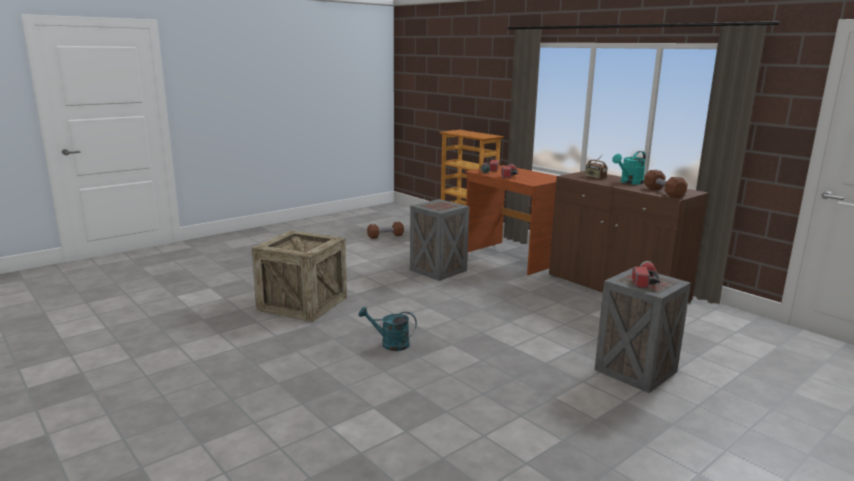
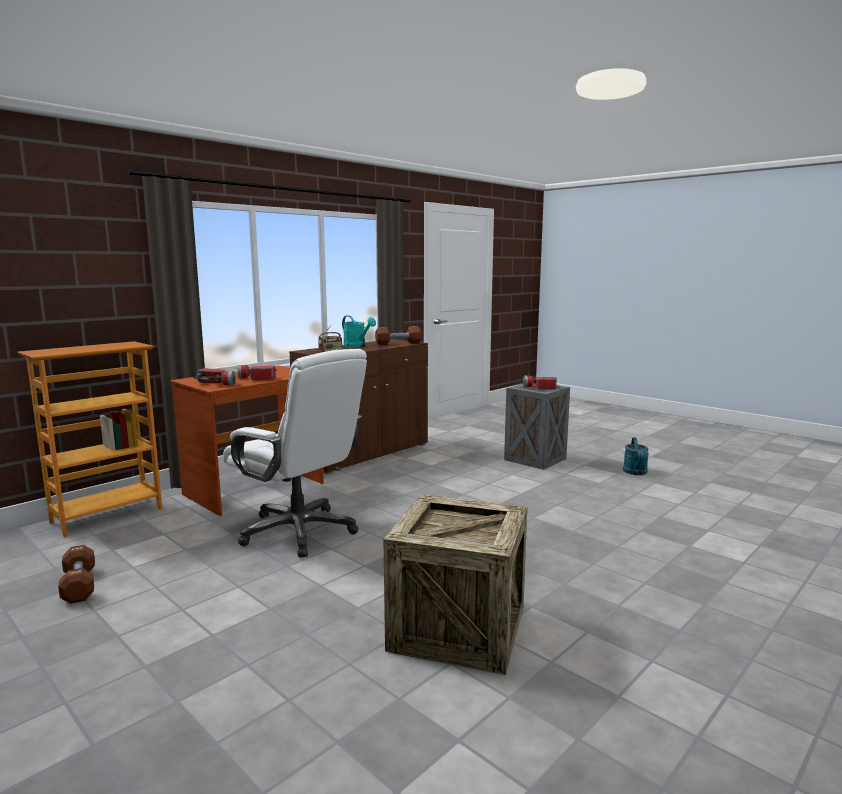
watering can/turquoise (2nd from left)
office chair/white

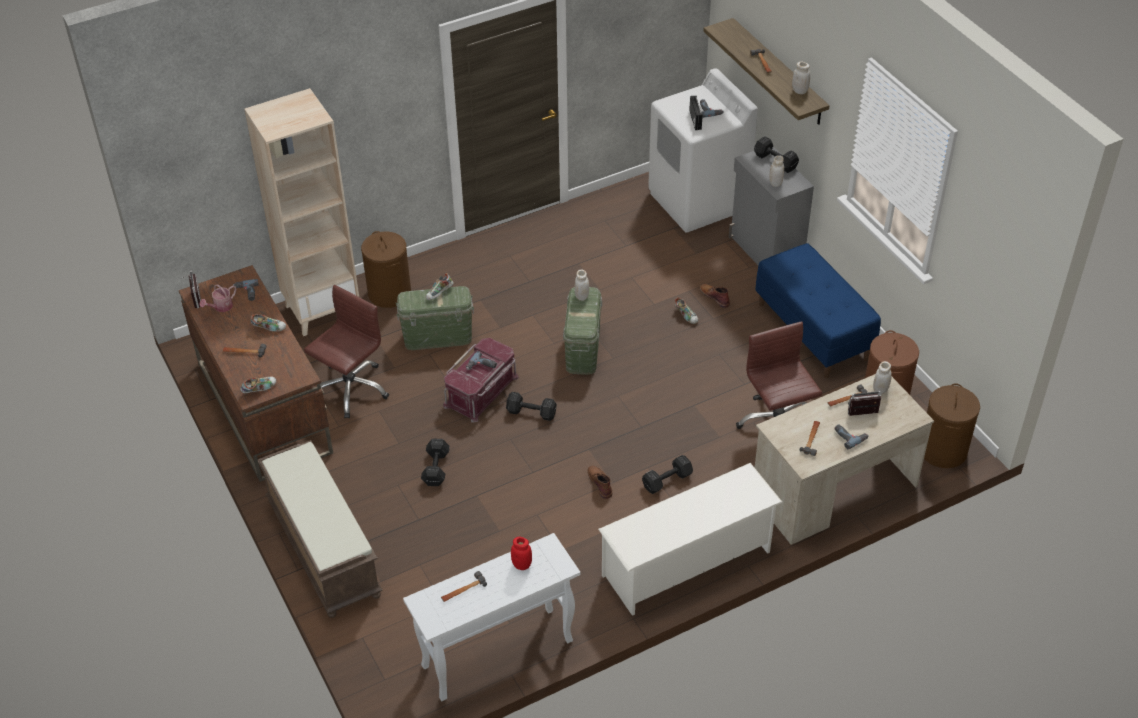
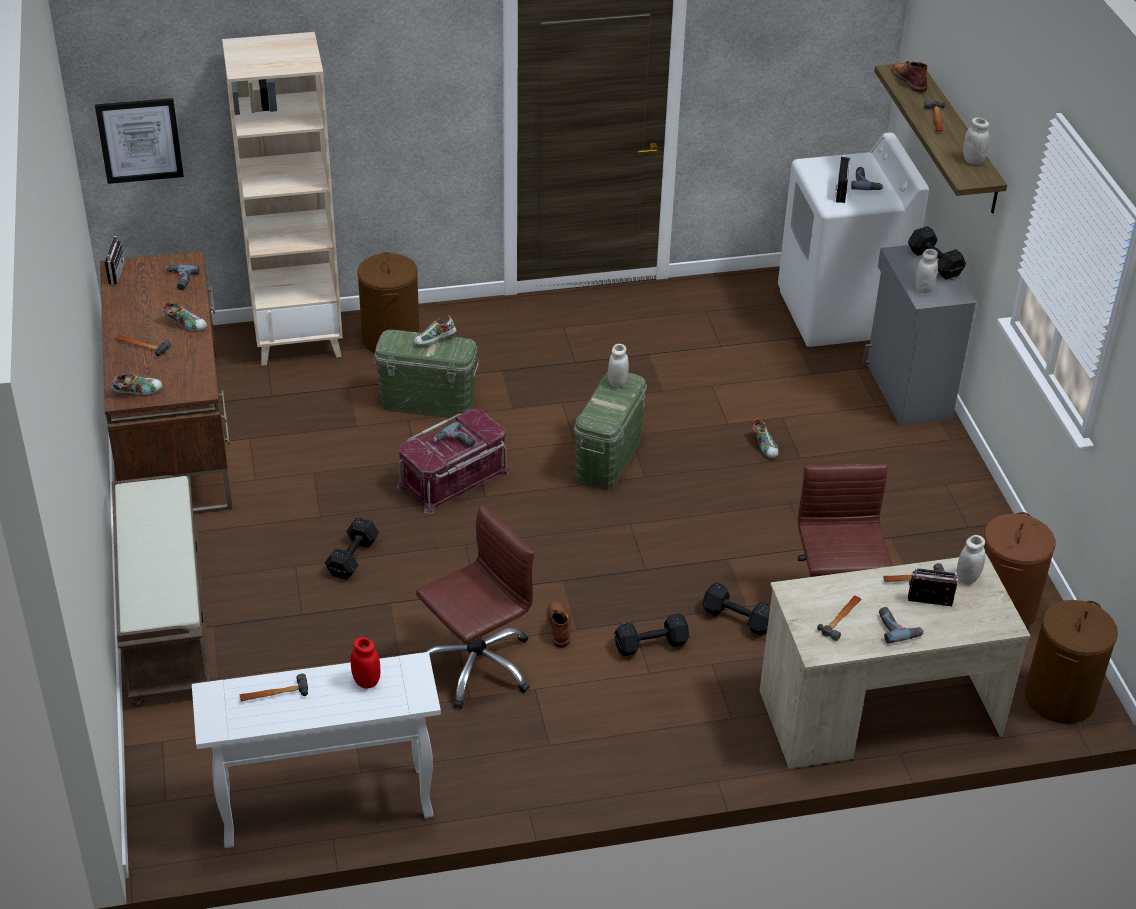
watering can
shoe rack/white
bench/blue
picture
office chair/brown (1st from left)
dumbbell/black (3rd from left)
boot/brown (2nd from left)

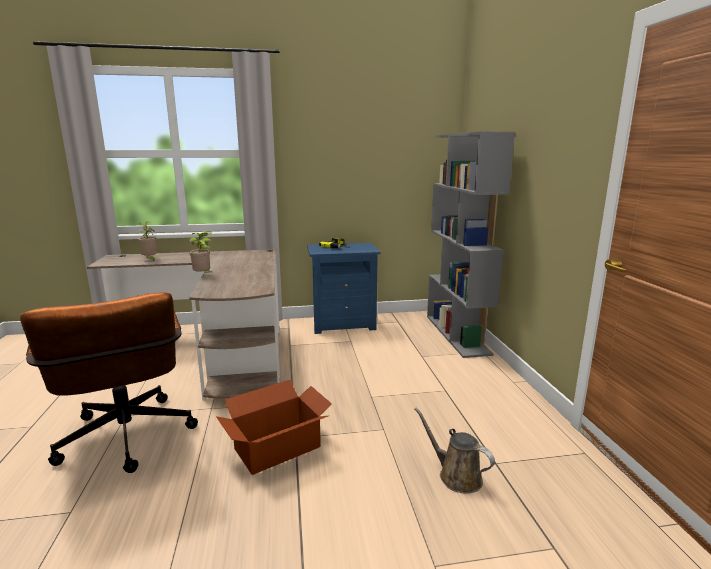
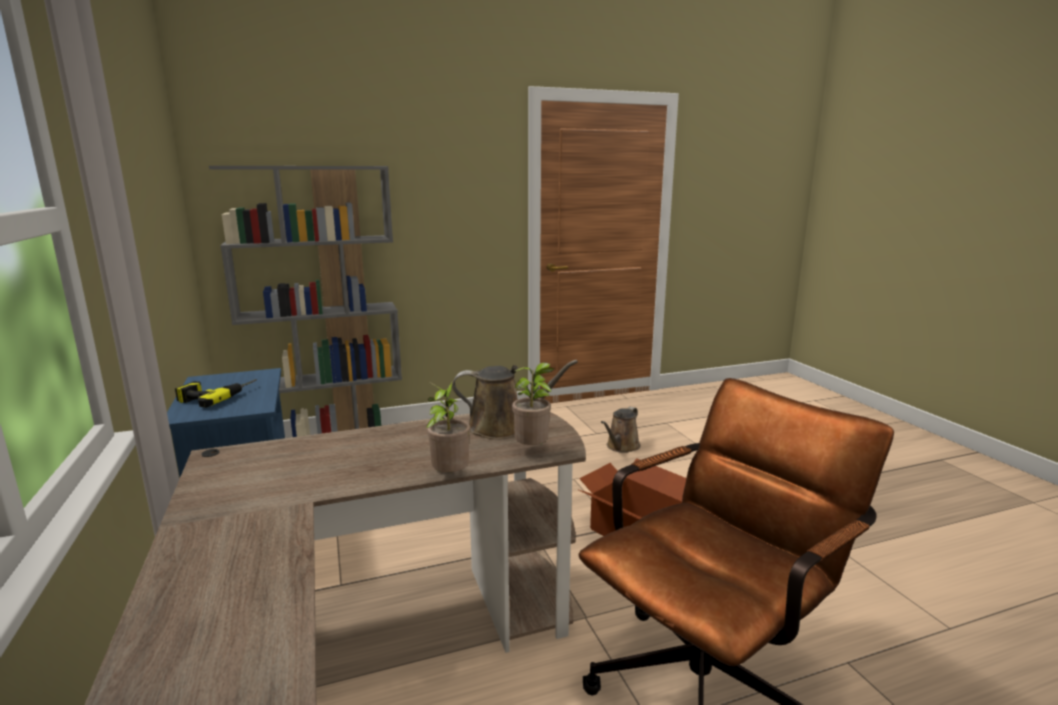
watering can/brown (1st from left)
potted plant (2nd from left)

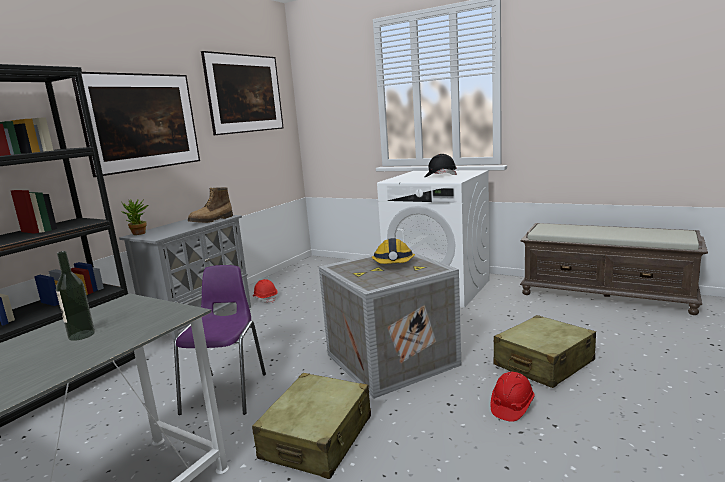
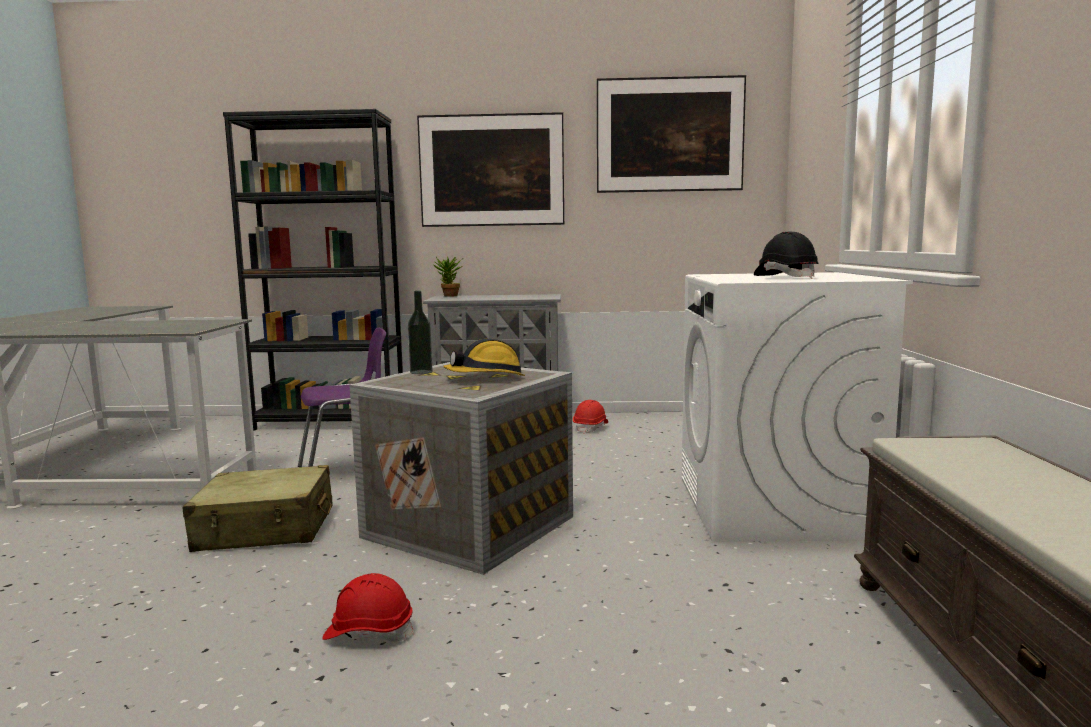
boot
suitcase/beige (2nd from left in the first image)
bottle

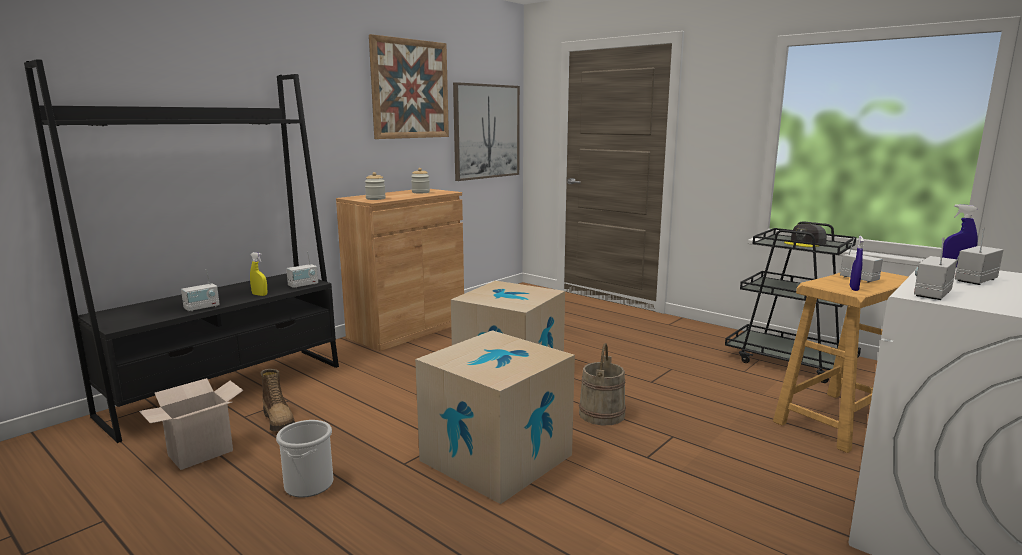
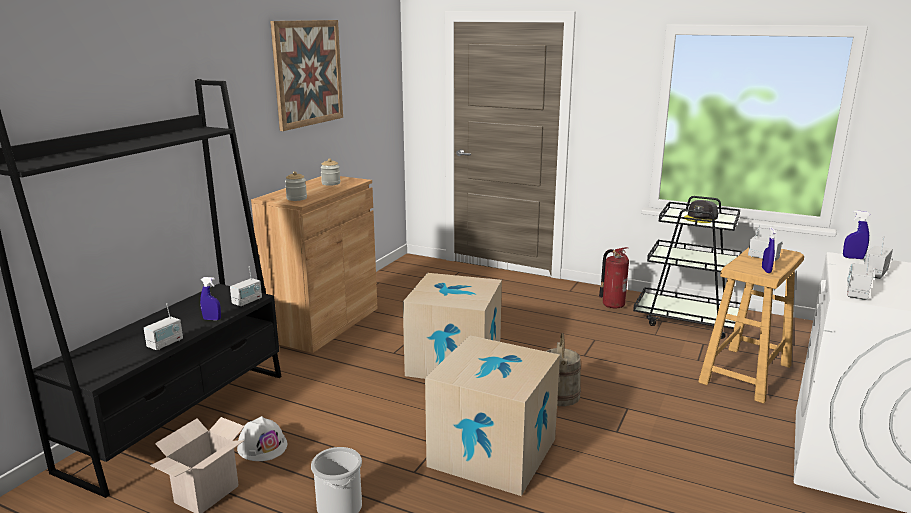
picture (2nd from left in the first image)
fire extinguisher
hard hat/white
spray bottle/blue (1st from left)

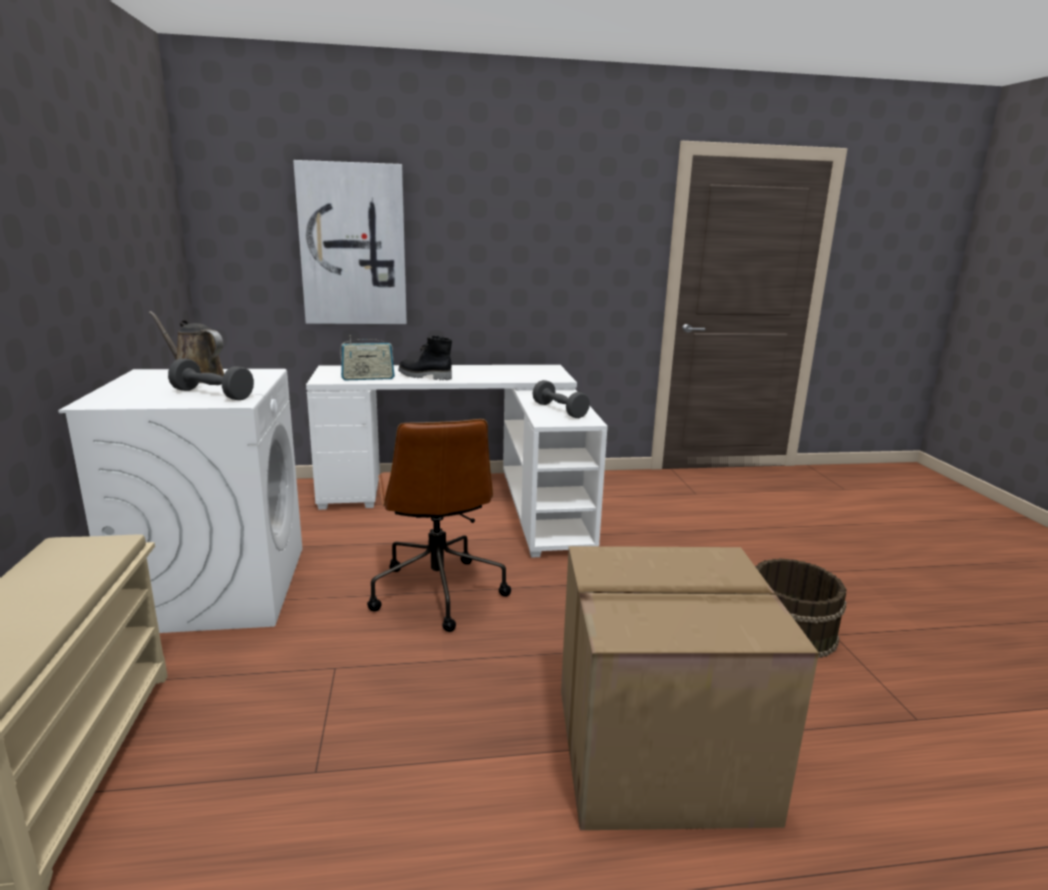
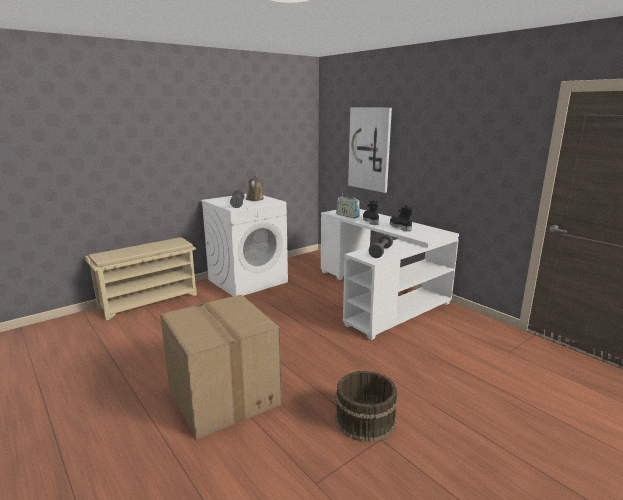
office chair/brown
boot/black (2nd from left)

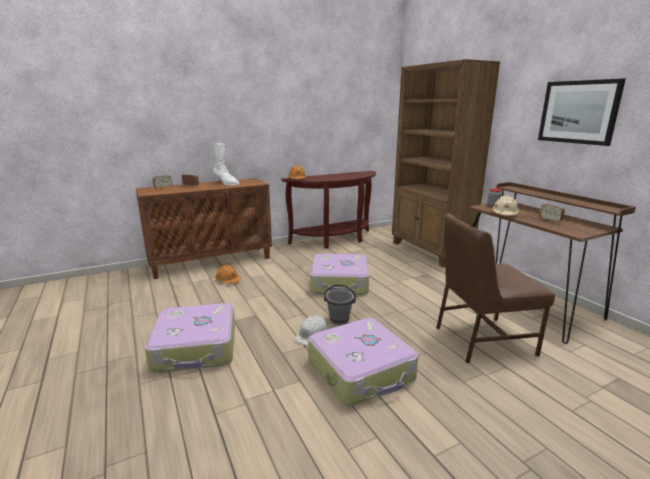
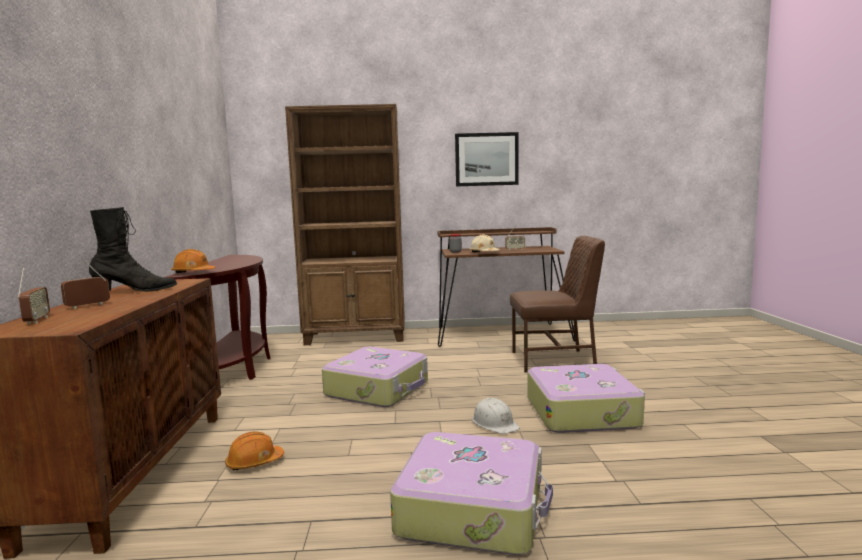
bucket/grey
boot/black
chair/brown

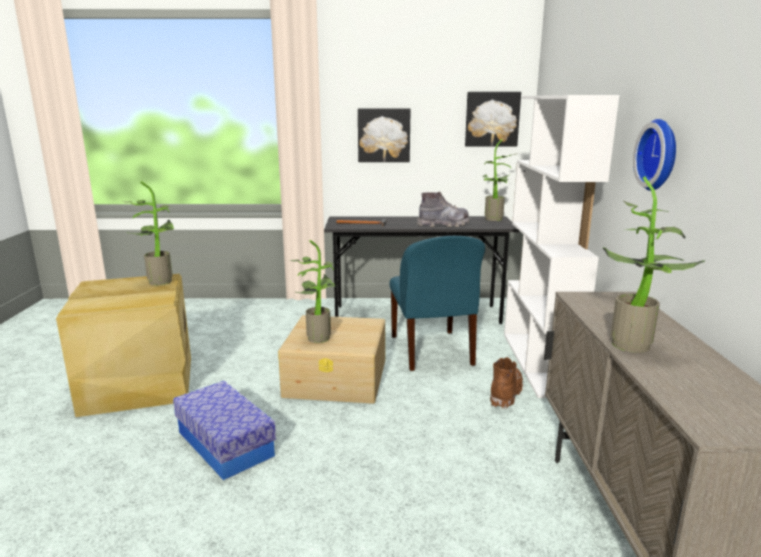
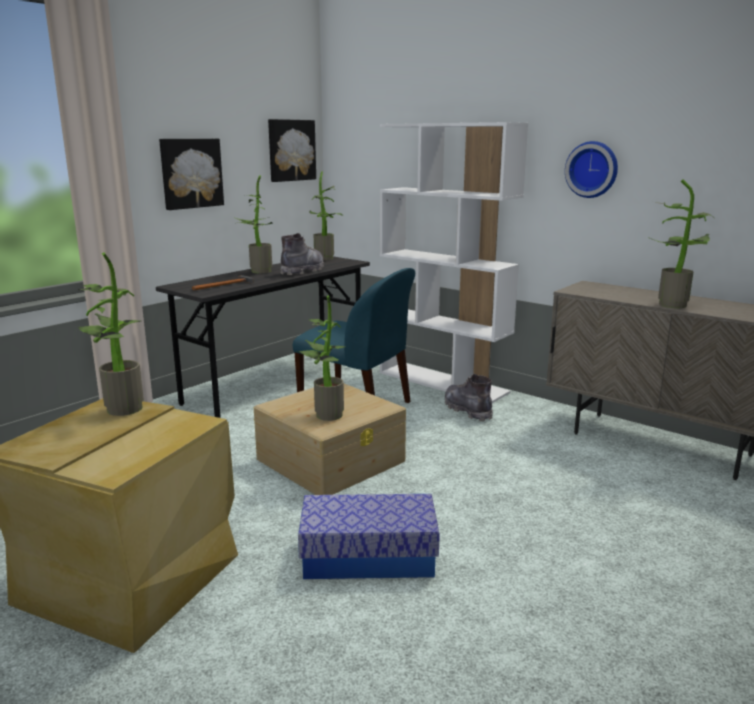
potted plant (2nd from left)
boot/grey (2nd from left)

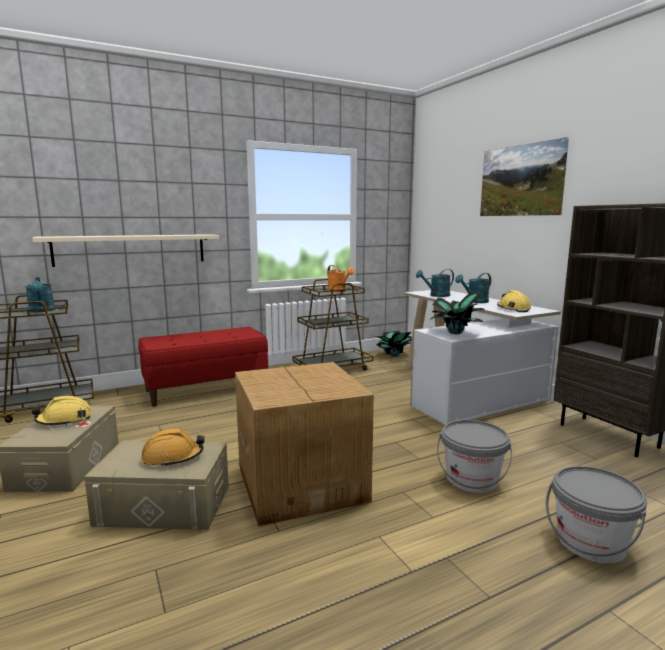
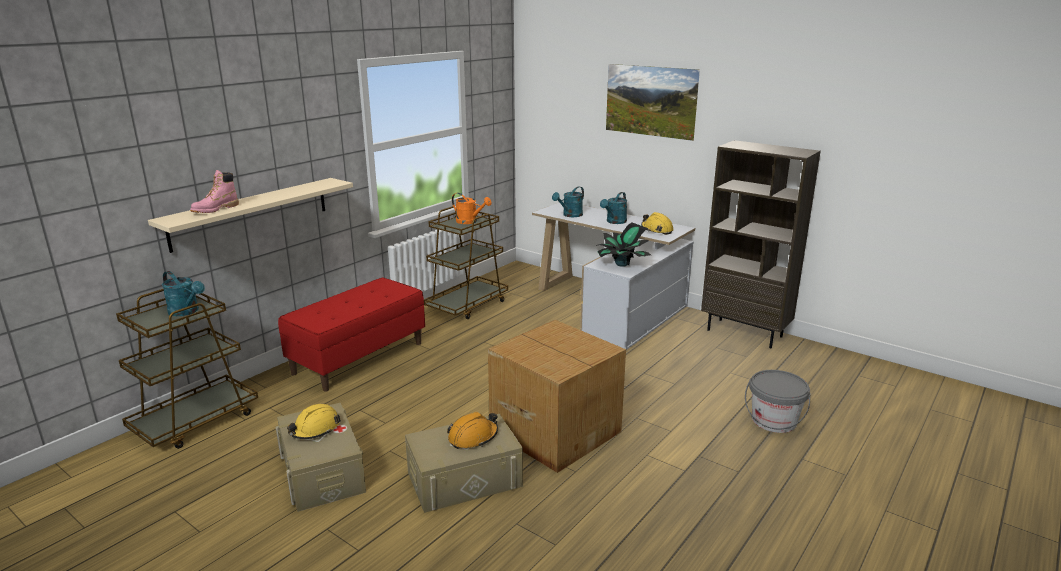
potted plant (1st from left in the first image)
bucket/grey (1st from left in the first image)
boot/pink

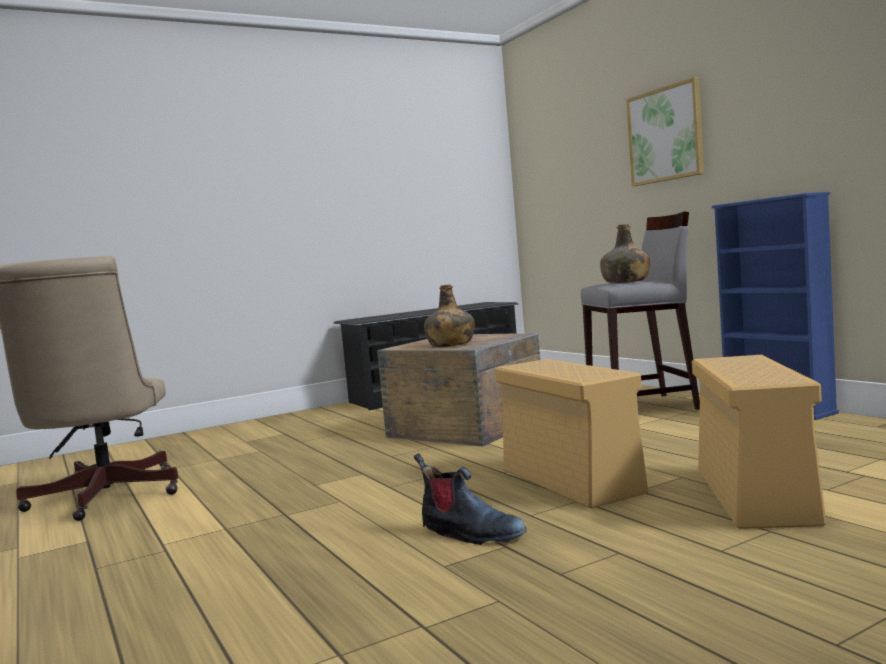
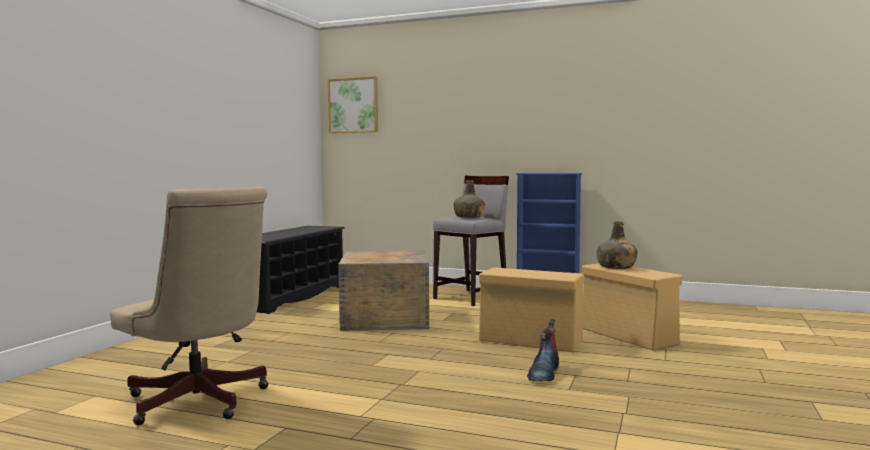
bottle/green (2nd from left)
picture
boot

